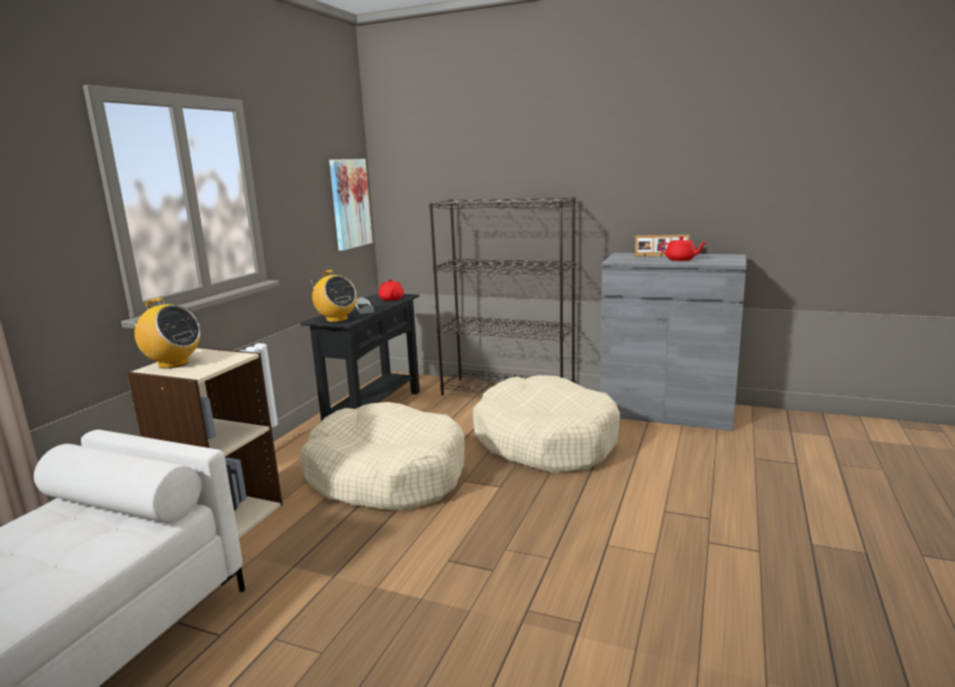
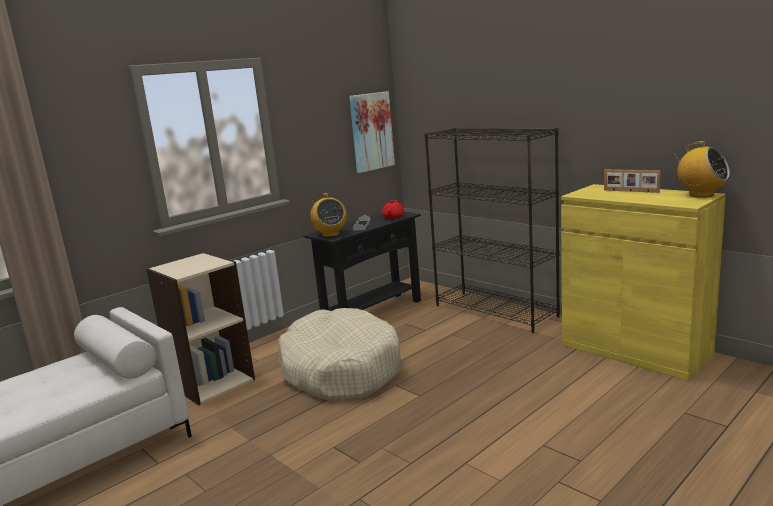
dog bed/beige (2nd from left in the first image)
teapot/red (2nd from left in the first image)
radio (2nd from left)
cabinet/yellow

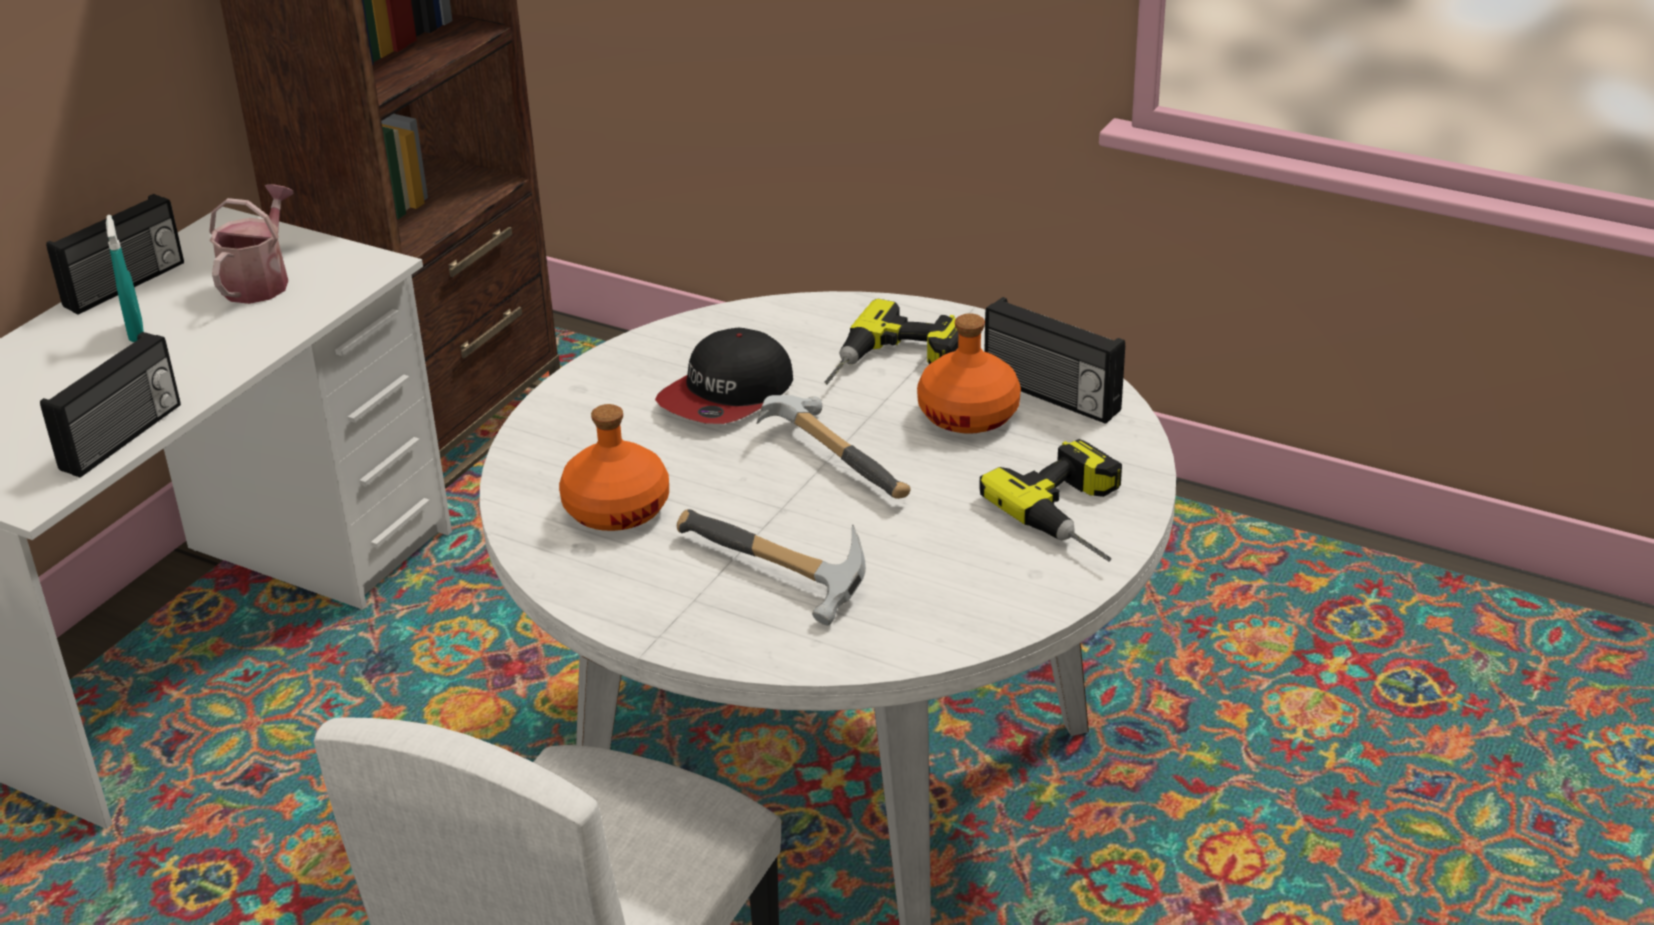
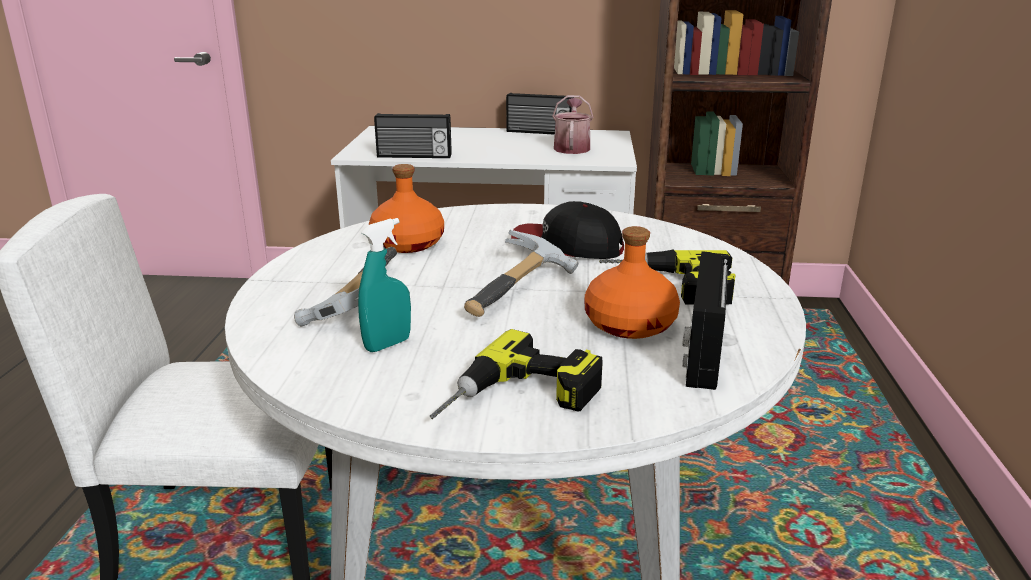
spray bottle/turquoise
watering can

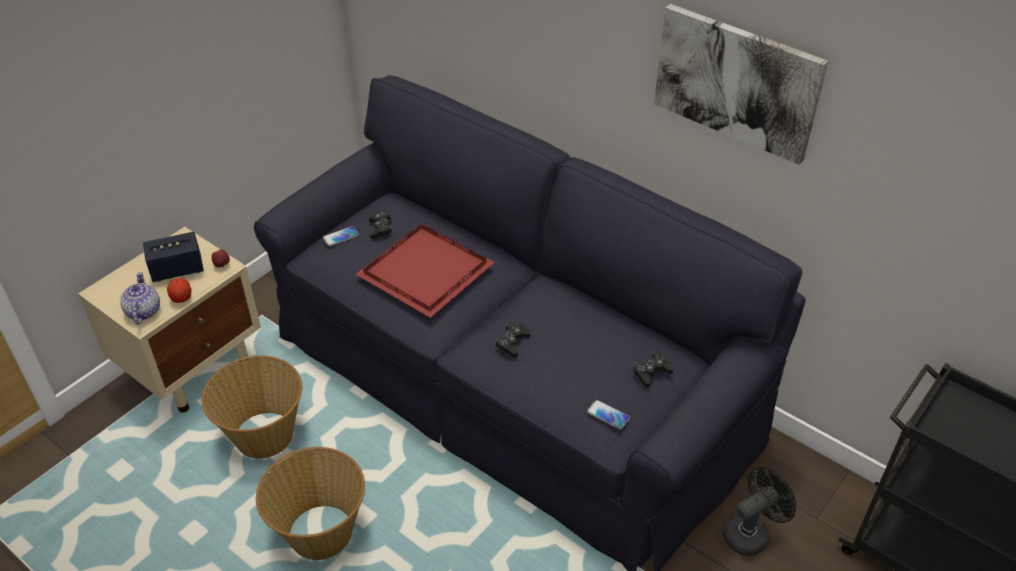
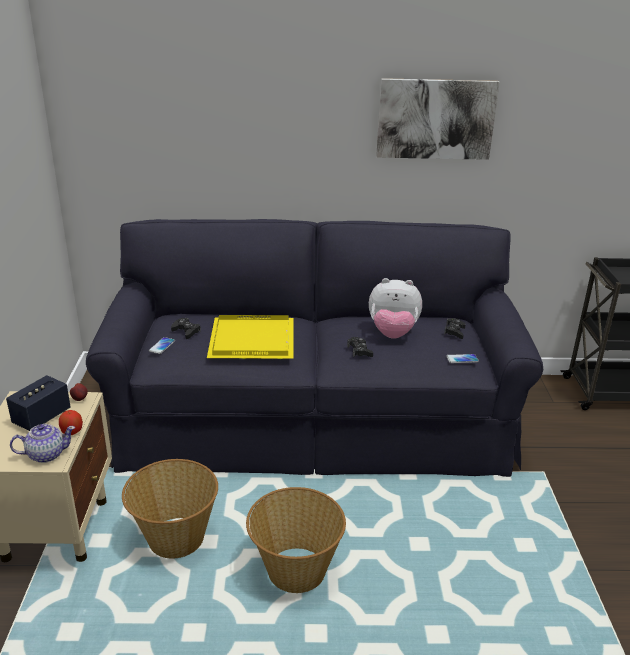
fan/black
plush toy
tray/yellow
teapot

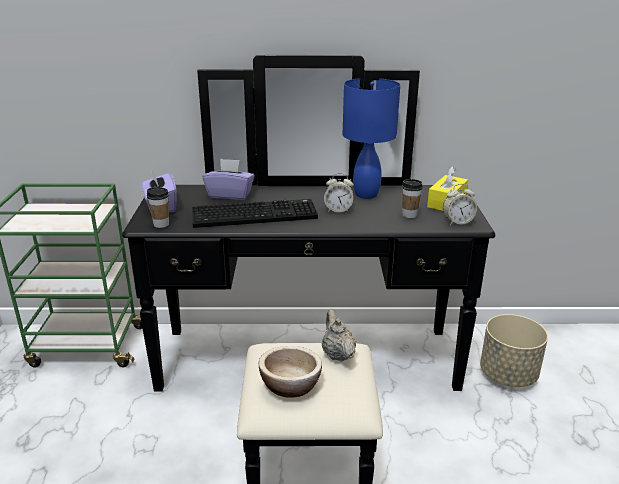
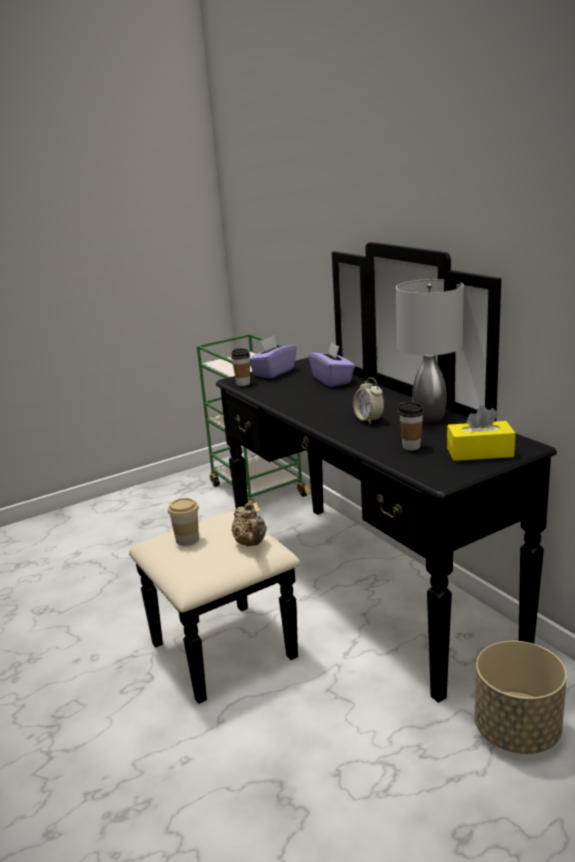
keyboard
alarm clock (2nd from left in the first image)
cup (1st from left)
table lamp/grey
teapot/beige

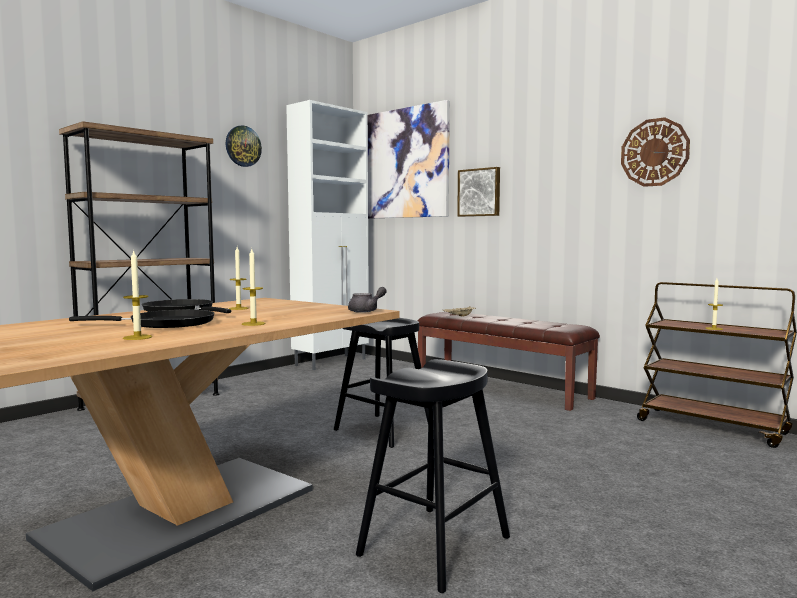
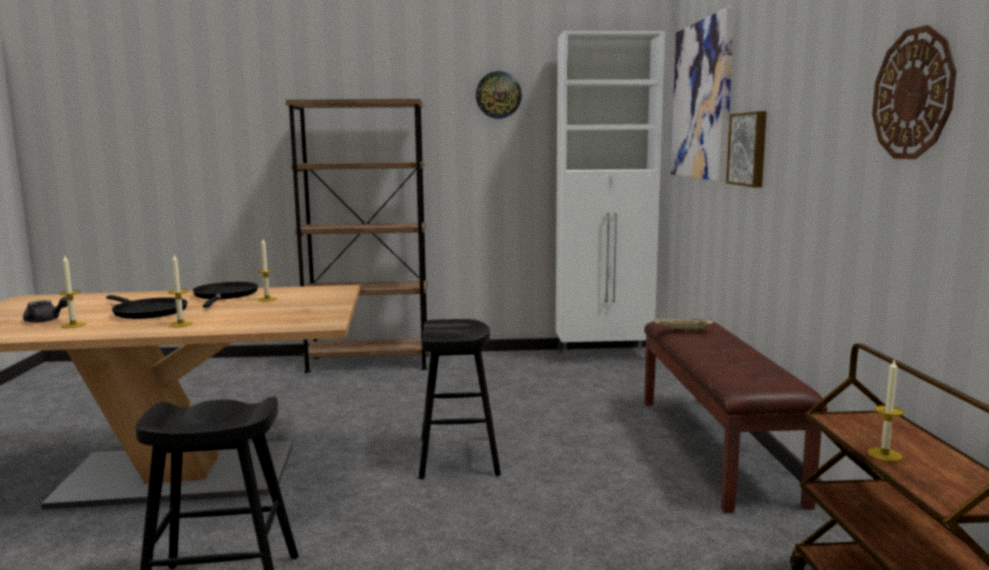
teapot/grey

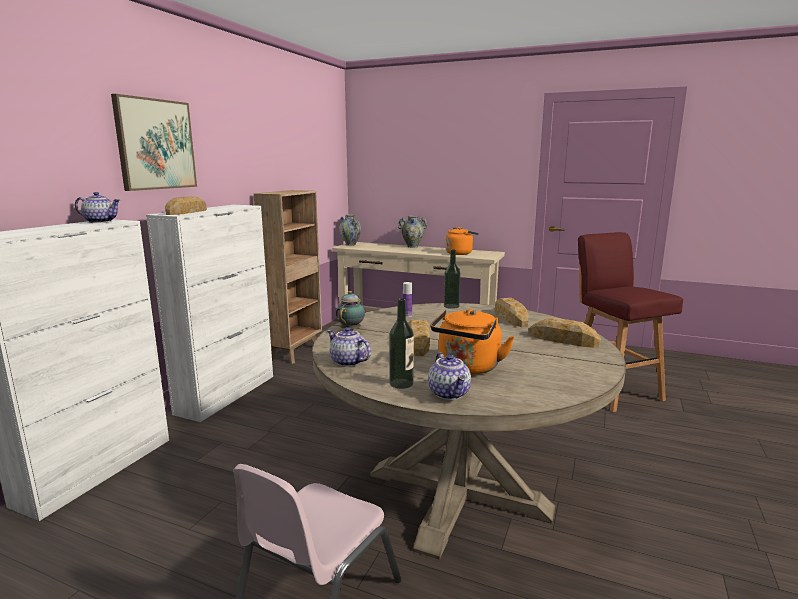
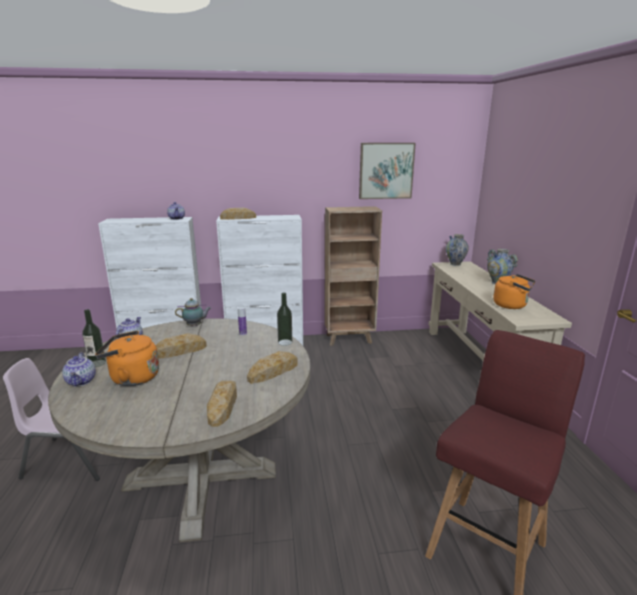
picture
teapot (1st from left)

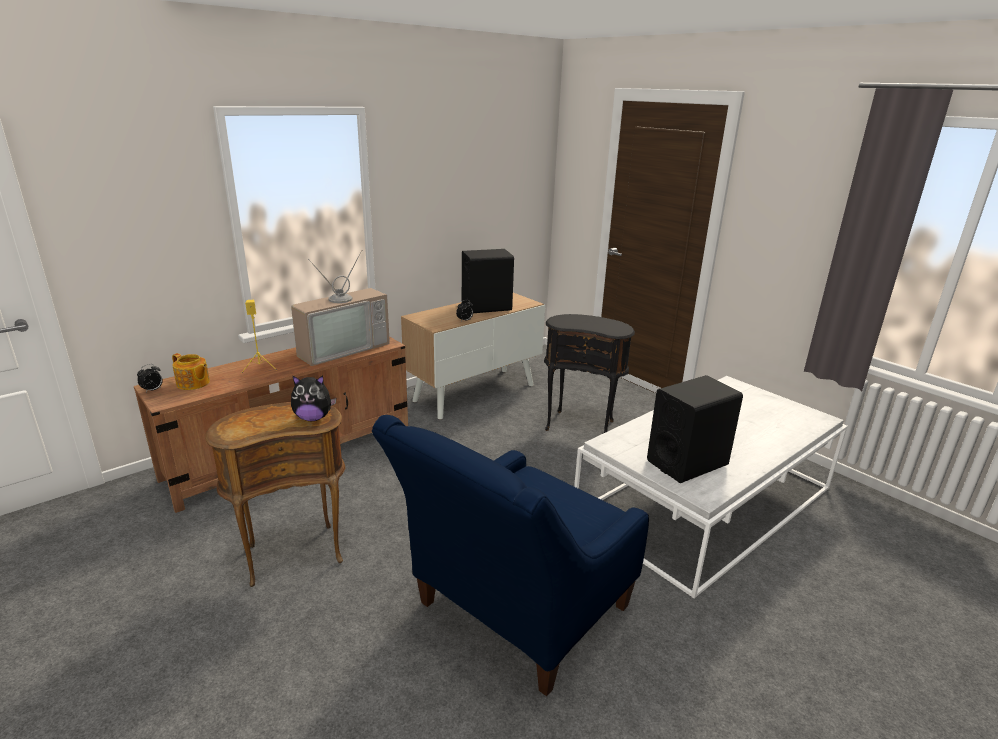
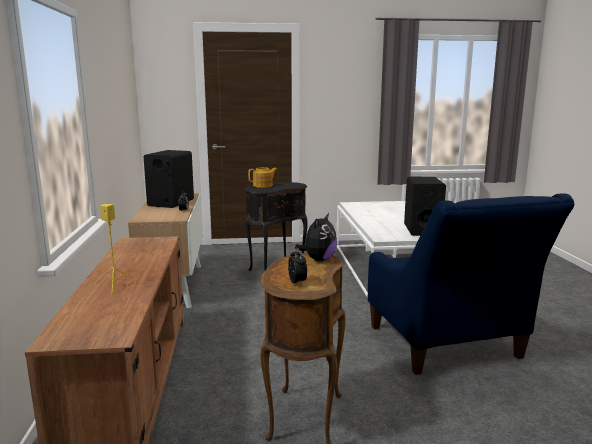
television
alarm clock (2nd from left)
teapot

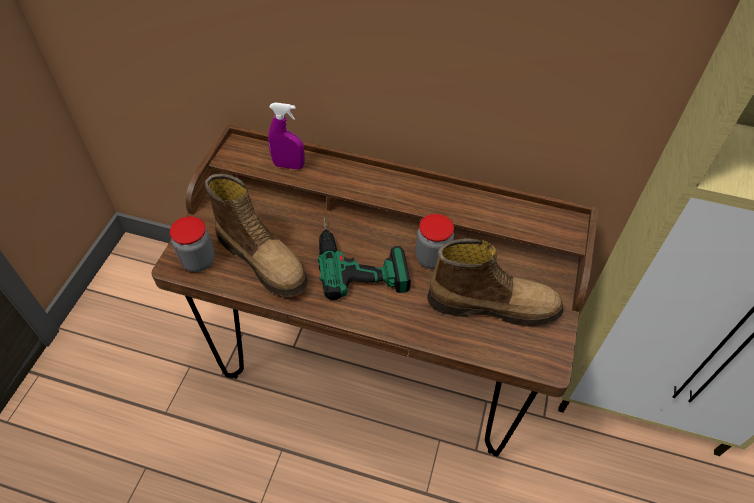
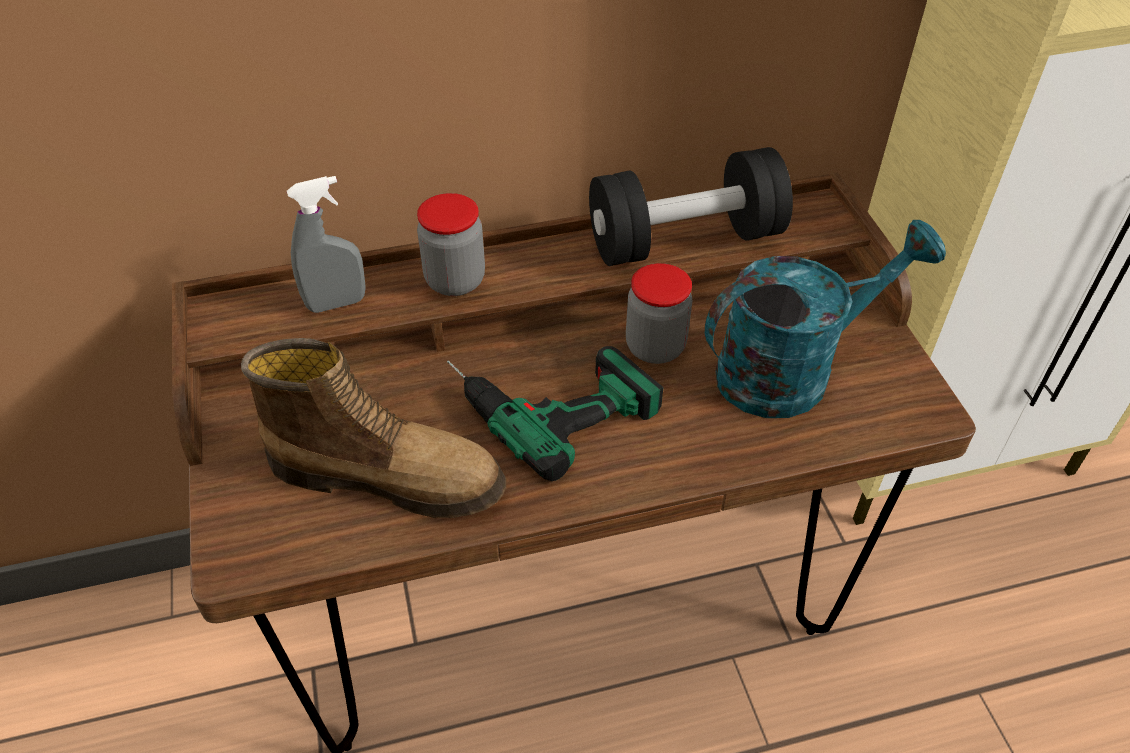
dumbbell/black
jar (1st from left)
watering can/turquoise
spray bottle/grey

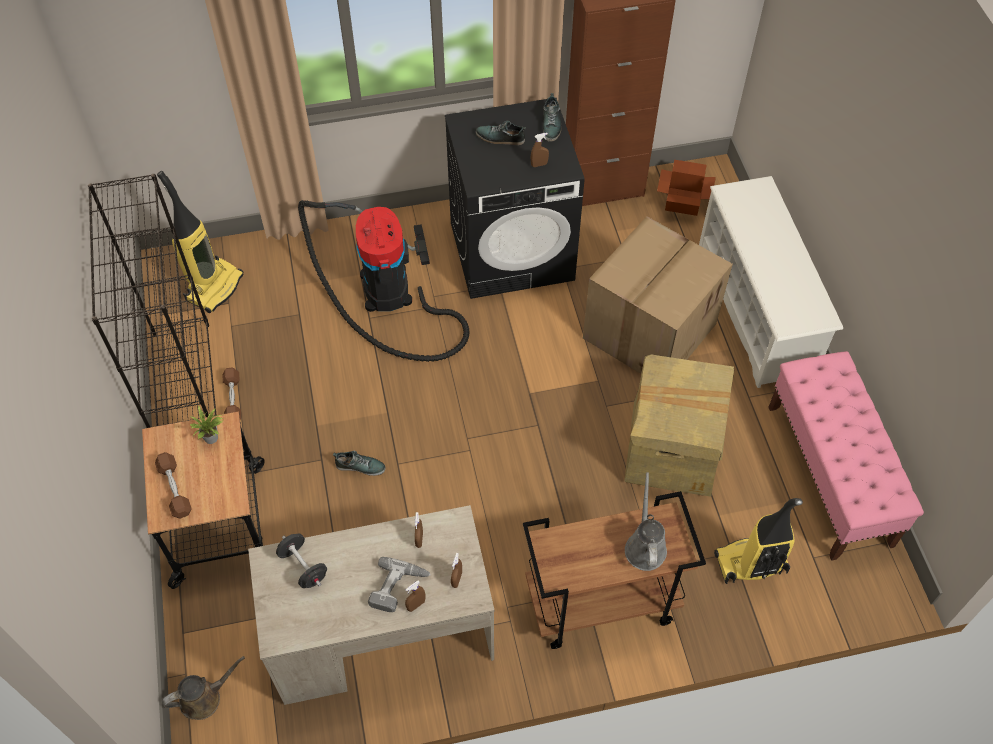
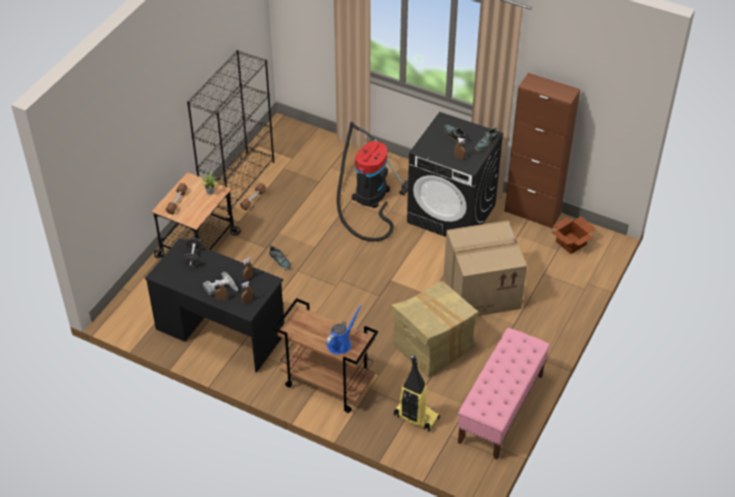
vacuum cleaner (1st from left in the first image)
watering can/brown
shoe rack/white
desk/black
watering can/blue

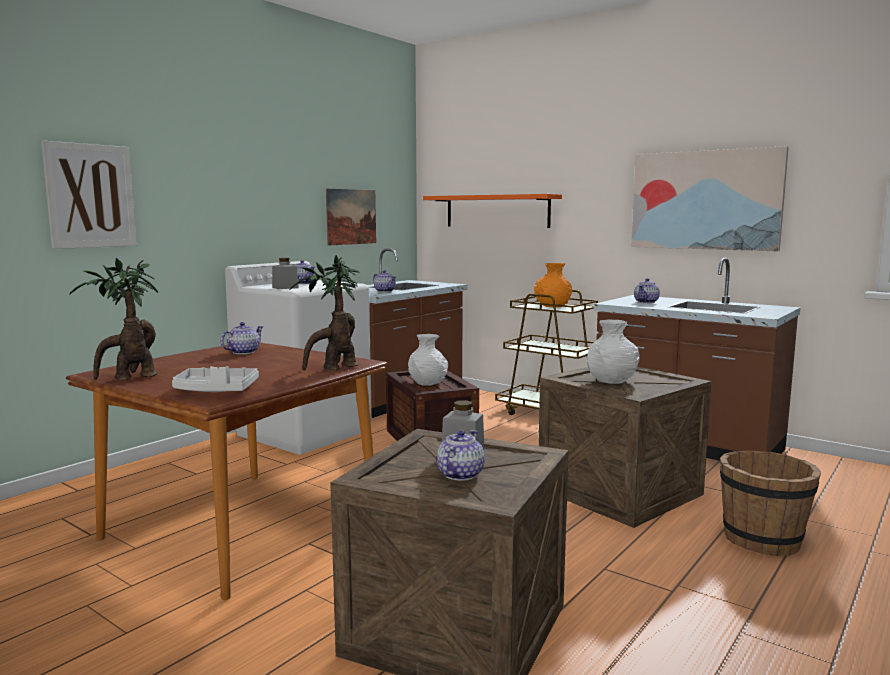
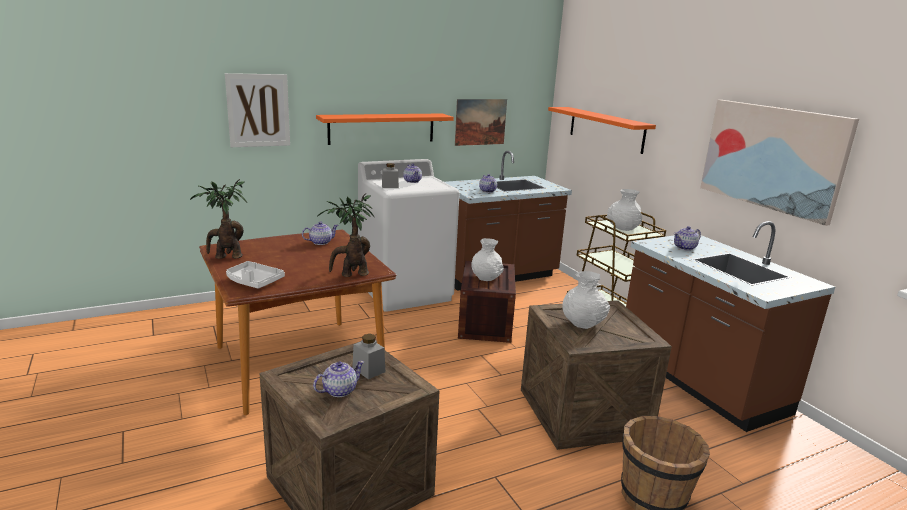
shelf/orange (1st from left)
vase/white (3rd from left)

